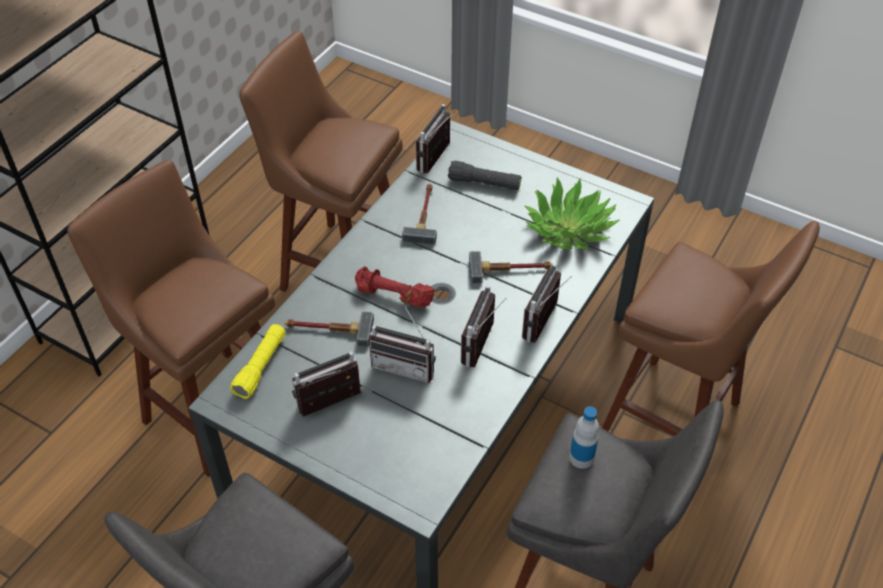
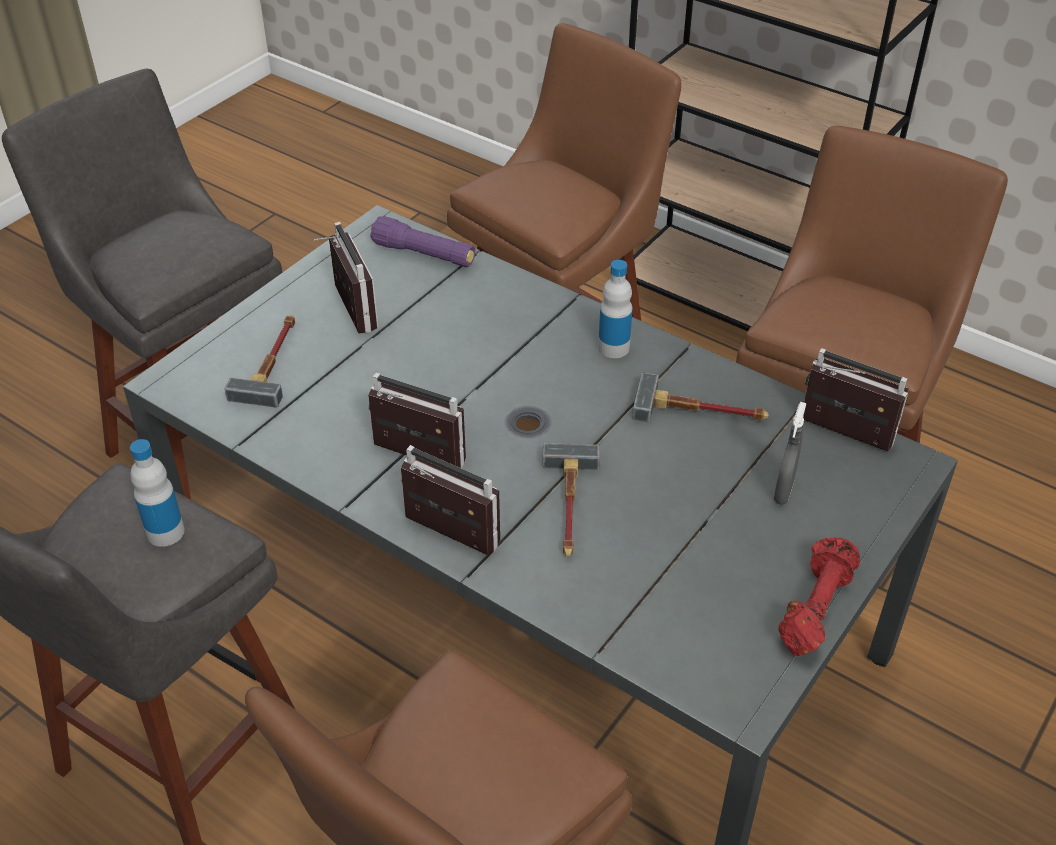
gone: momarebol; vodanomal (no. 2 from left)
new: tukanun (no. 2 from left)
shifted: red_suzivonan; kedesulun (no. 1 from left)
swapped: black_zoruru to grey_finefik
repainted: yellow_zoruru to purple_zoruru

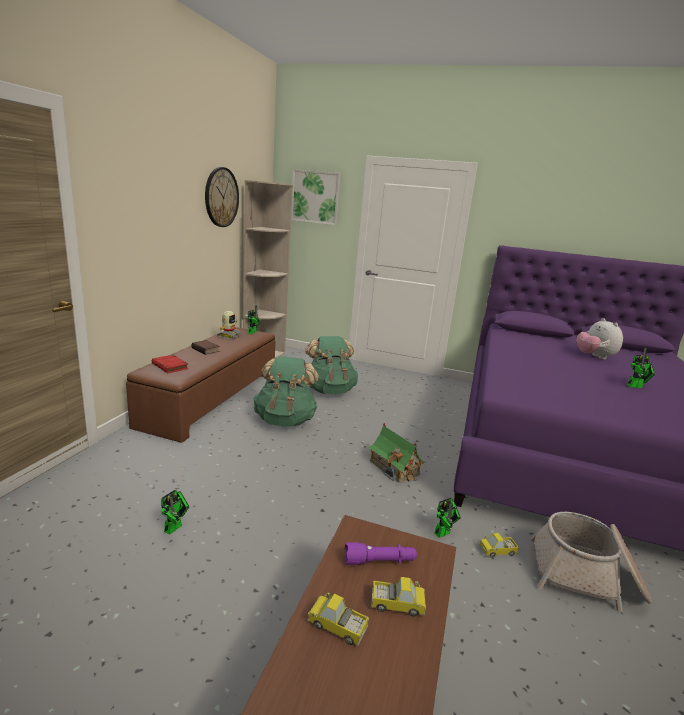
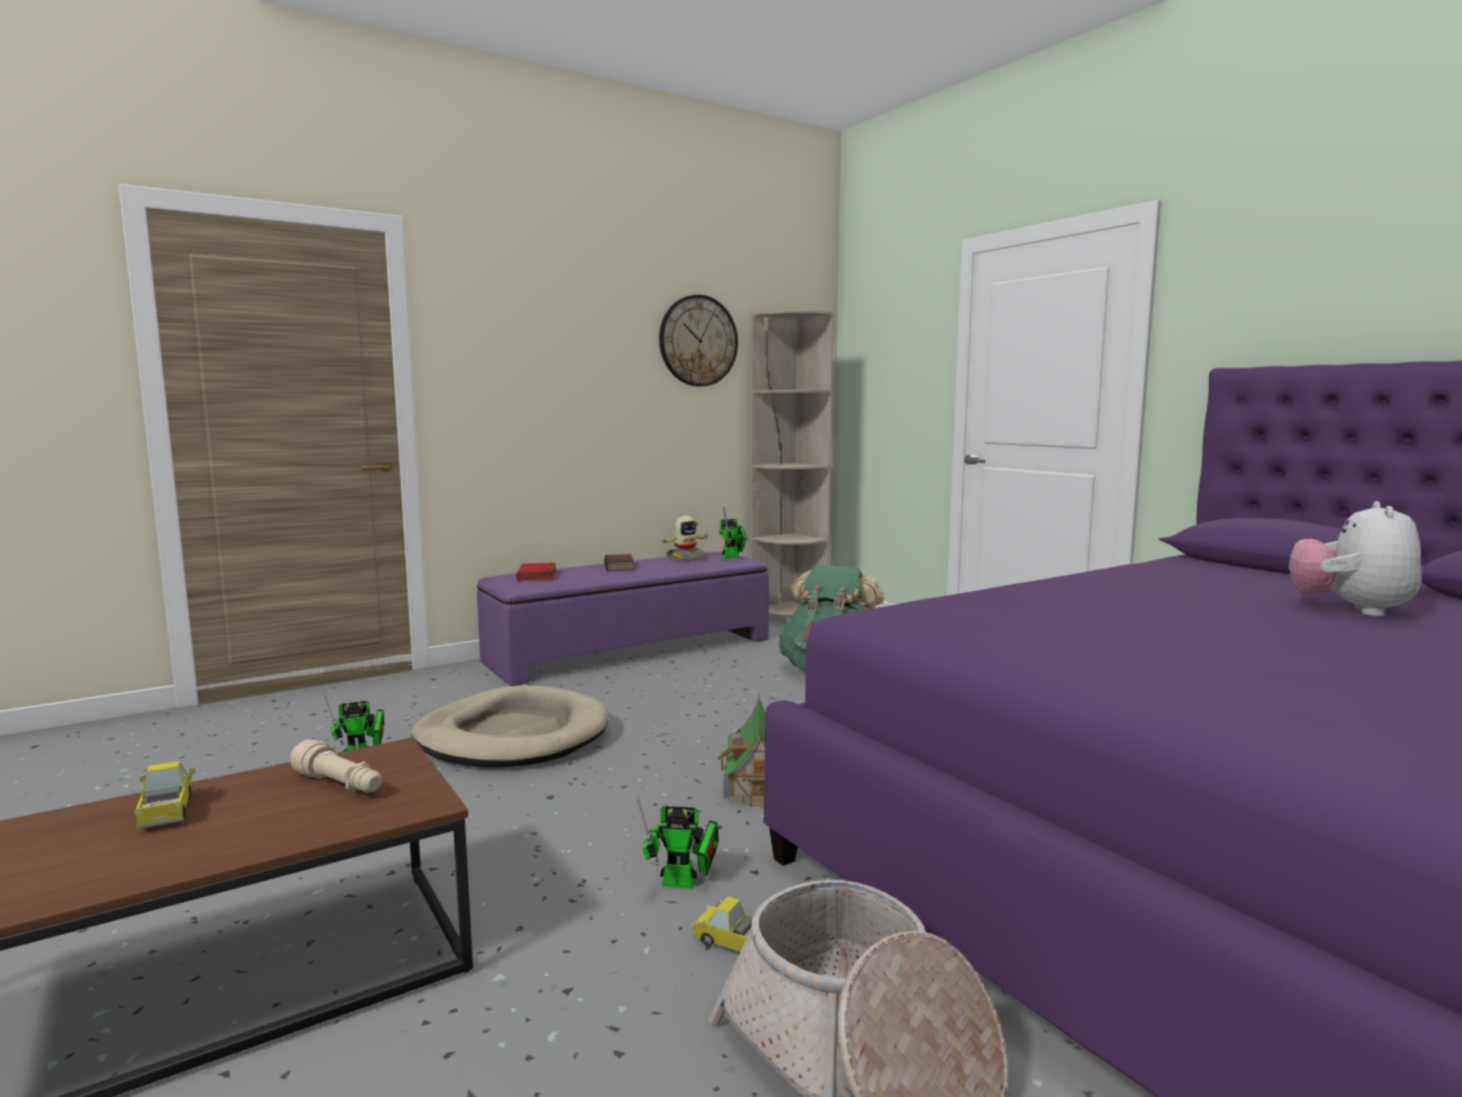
gone: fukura; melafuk (no. 5 from left); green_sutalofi (no. 1 from left); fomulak (no. 2 from left)
new: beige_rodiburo
repainted: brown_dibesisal to purple_dibesisal; purple_zoruru to beige_zoruru

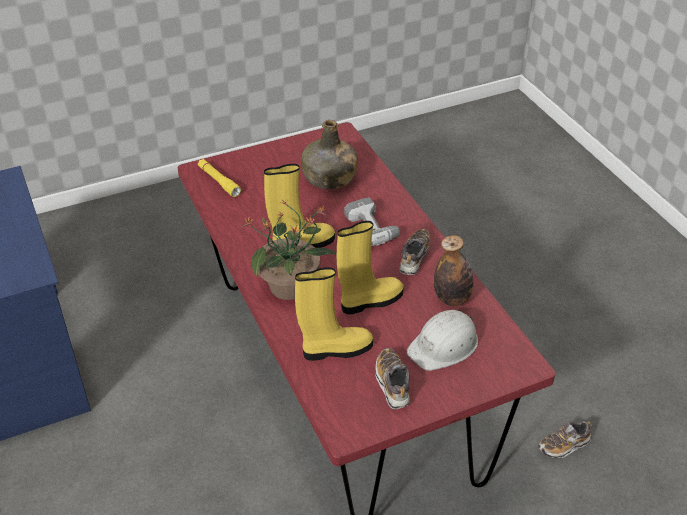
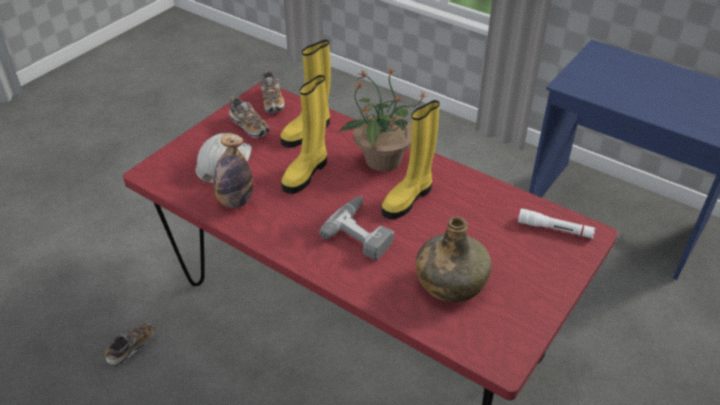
shifted: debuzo (no. 2 from left in the first image) to debuzo (no. 3 from left)
repainted: yellow_zoruru to white_zoruru

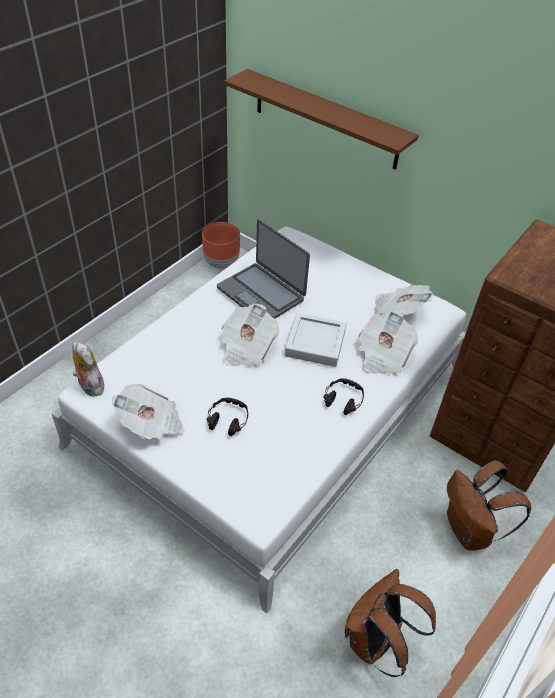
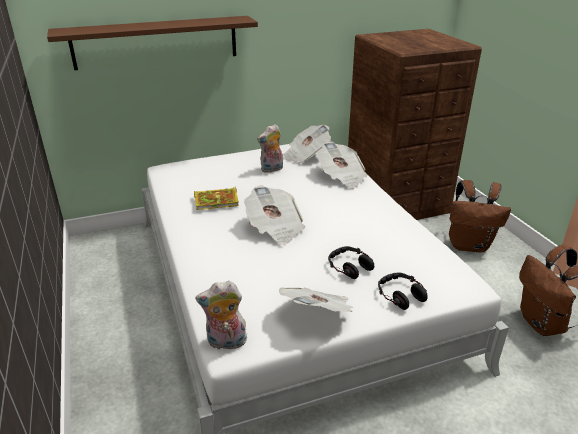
gone: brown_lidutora; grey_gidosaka
new: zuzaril (no. 2 from left)
shifted: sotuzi (no. 2 from left)
swapped: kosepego to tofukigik

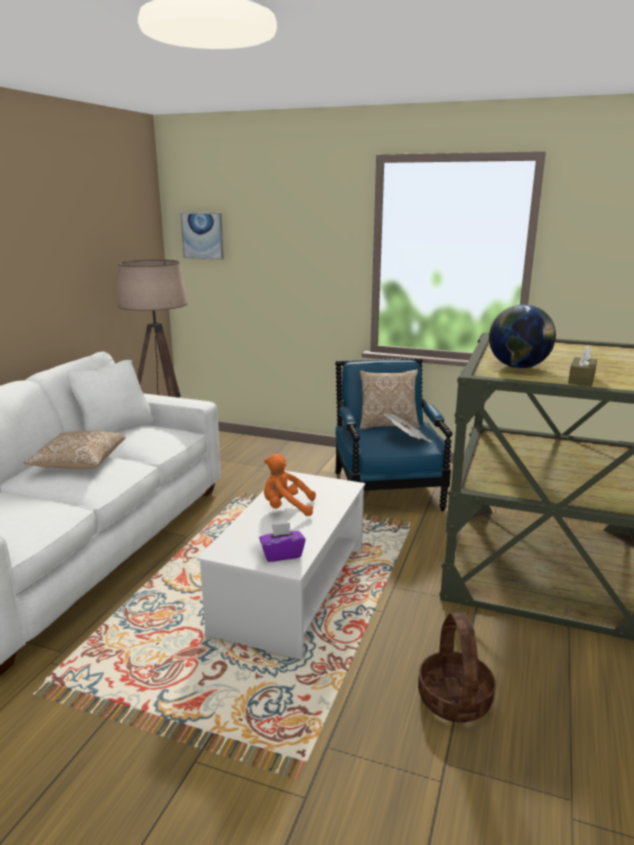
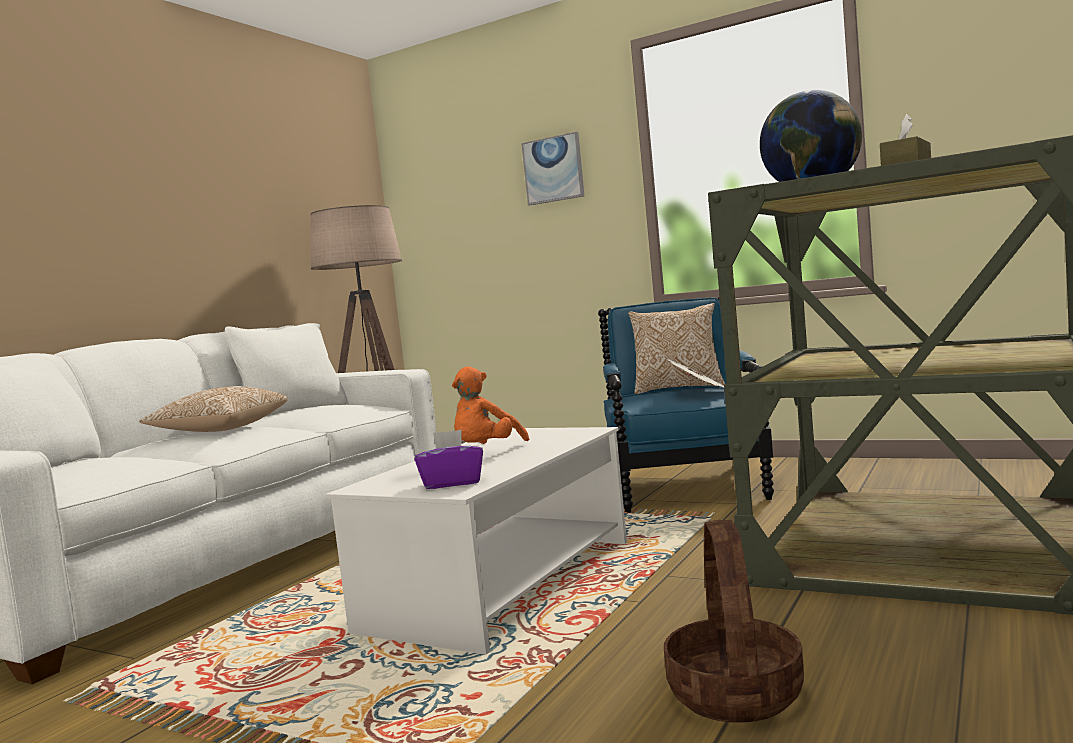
shifted: fukura
rotated: orange_zuzaril 75 degrees counterclockwise

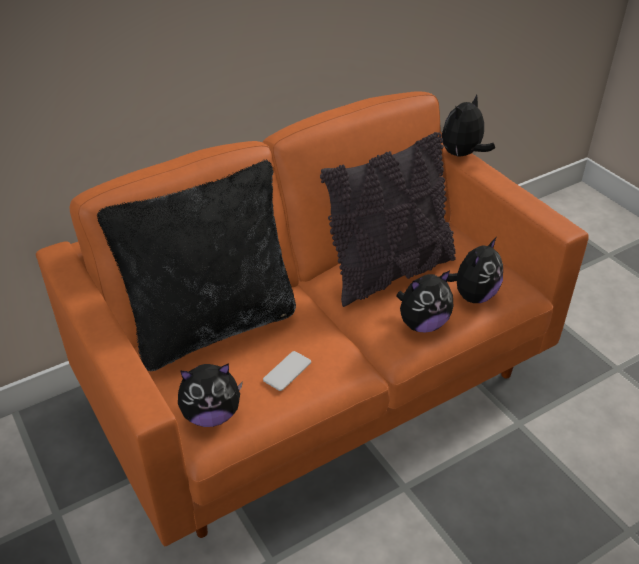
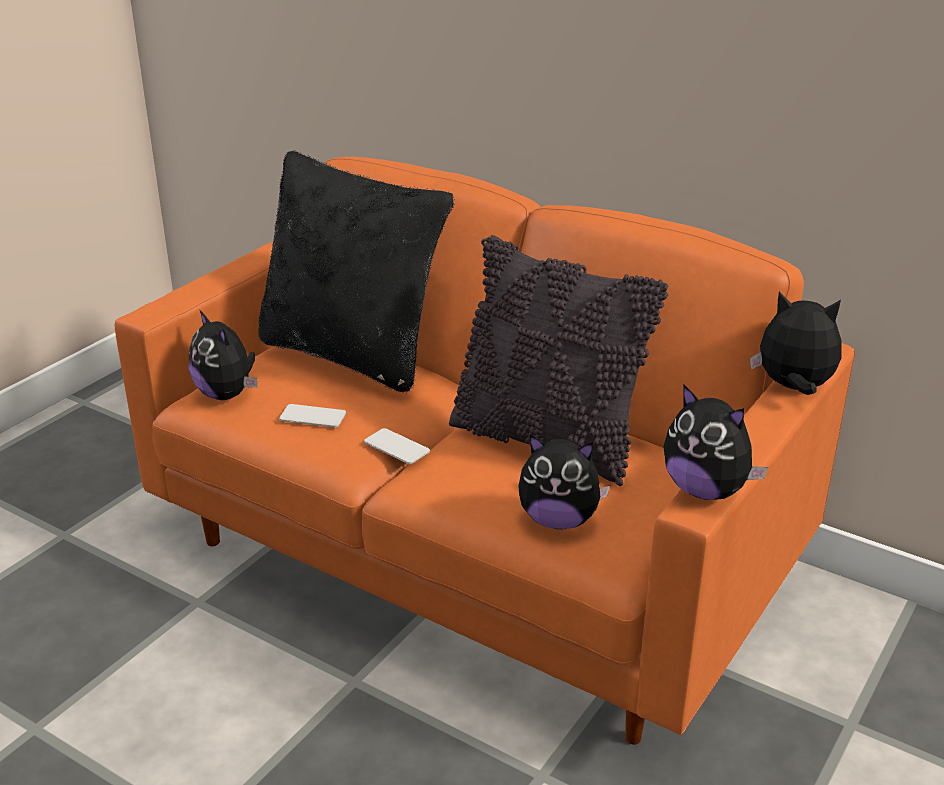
new: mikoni (no. 2 from left)
shifted: zuzaril (no. 2 from left in the first image) to zuzaril (no. 3 from left)

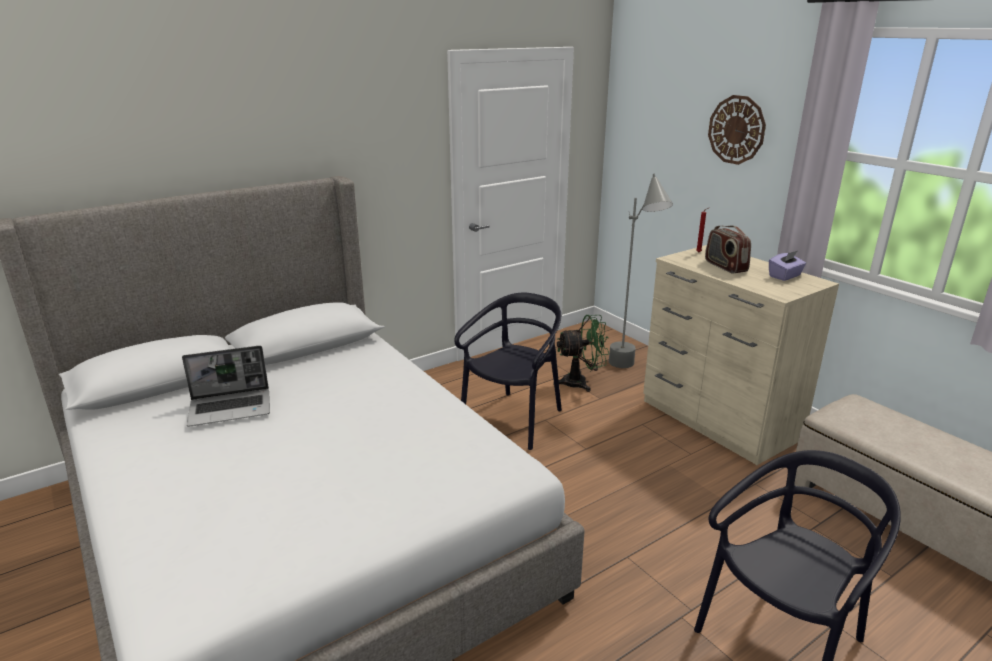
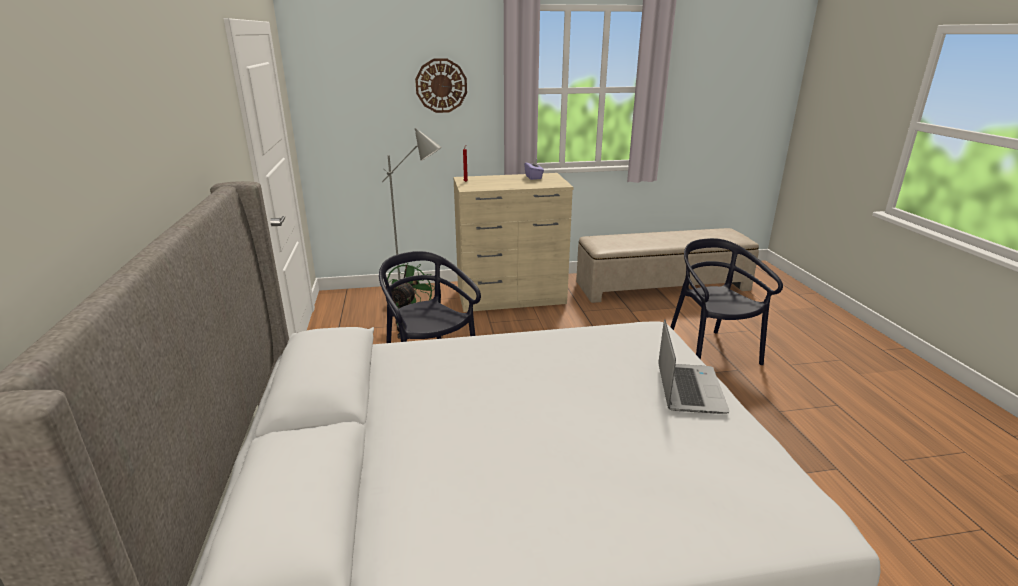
gone: vodanomal
shifted: kosepego

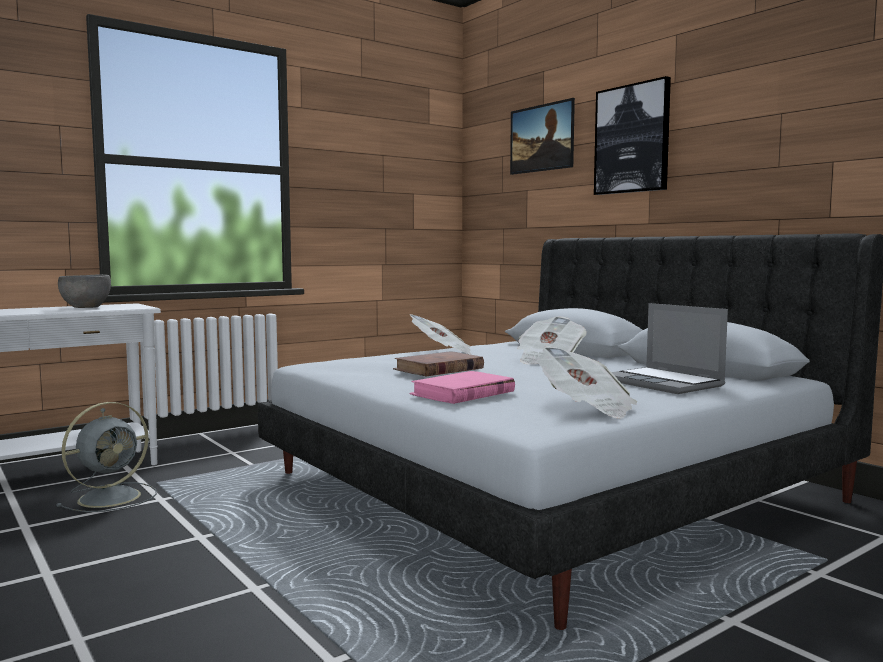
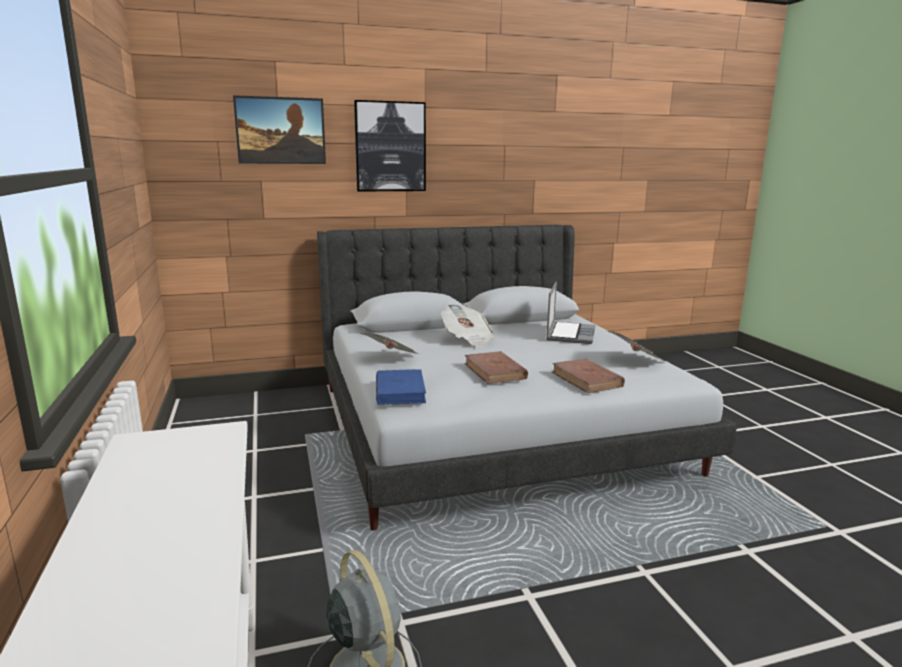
gone: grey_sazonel
new: blue_tofukigik
repainted: pink_tofukigik to brown_tofukigik (no. 2 from left)
rotated: kosepego 60 degrees counterclockwise

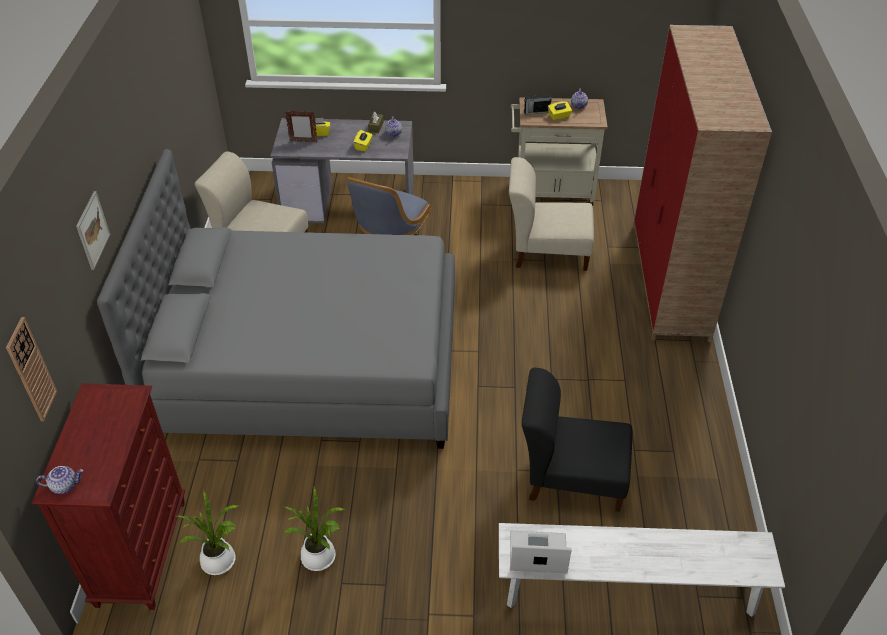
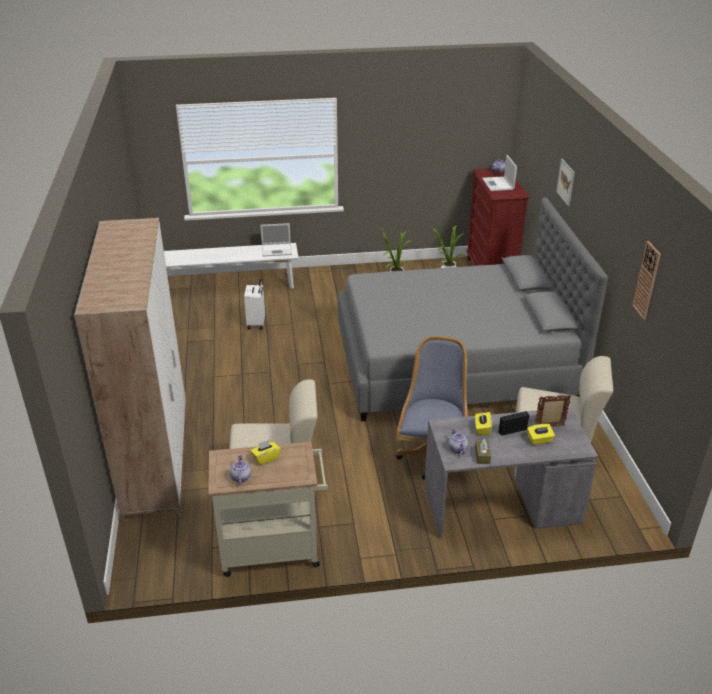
new: kosepego (no. 2 from left)
shifted: vodanomal; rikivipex
swapped: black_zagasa to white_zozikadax
repainted: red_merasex to white_merasex

